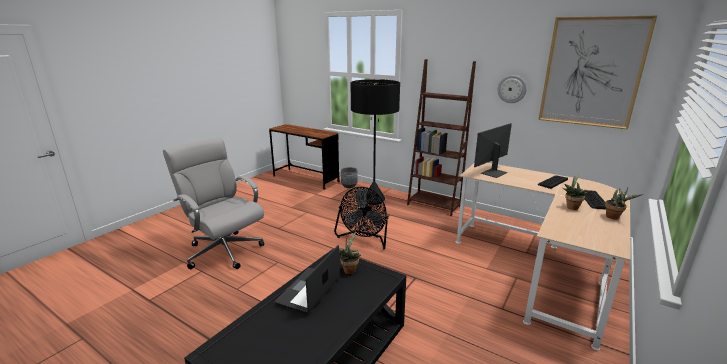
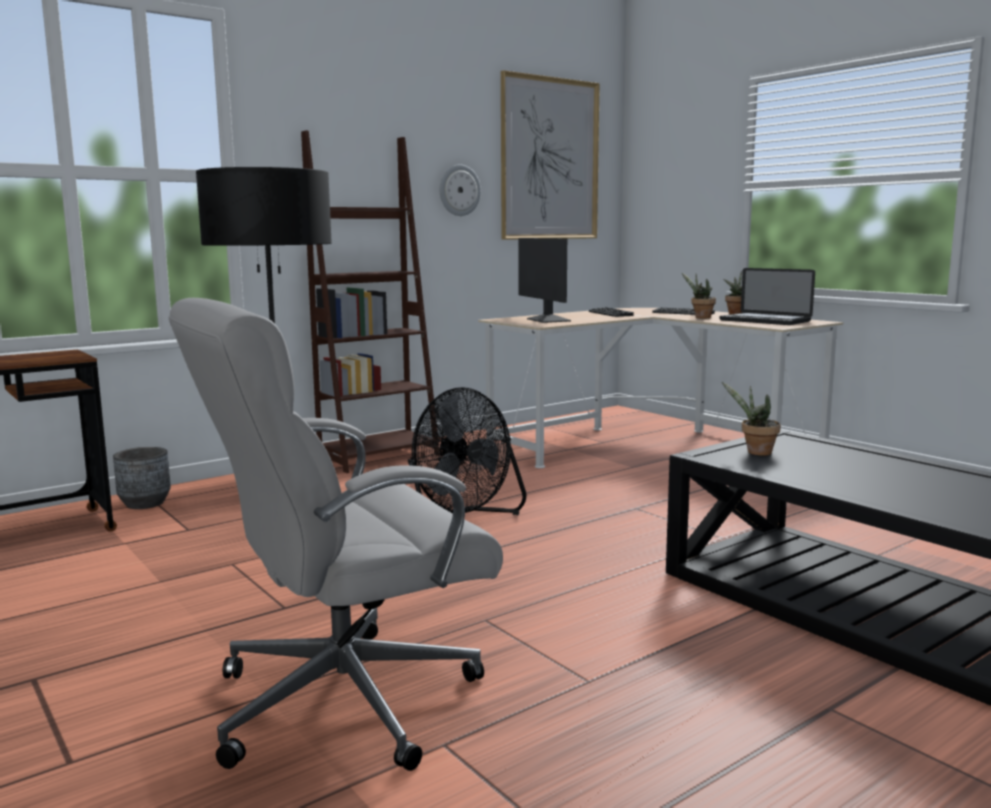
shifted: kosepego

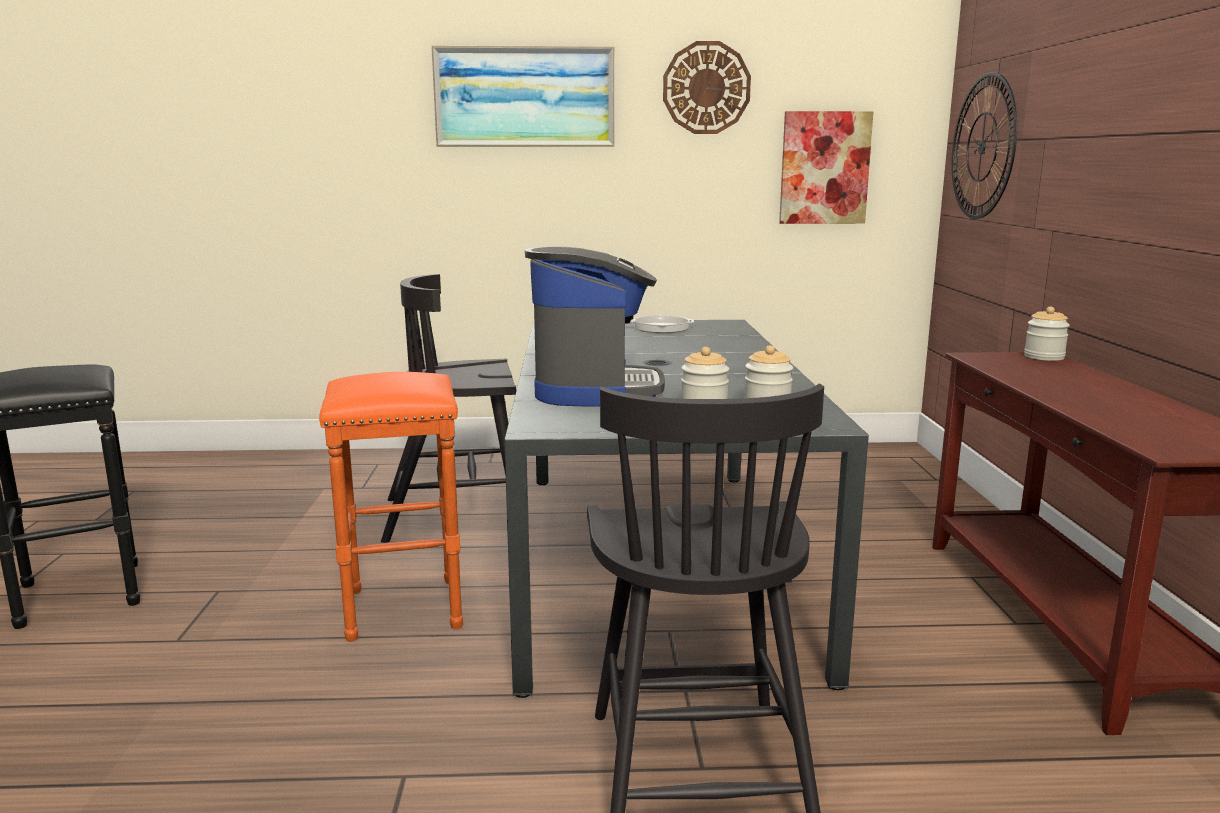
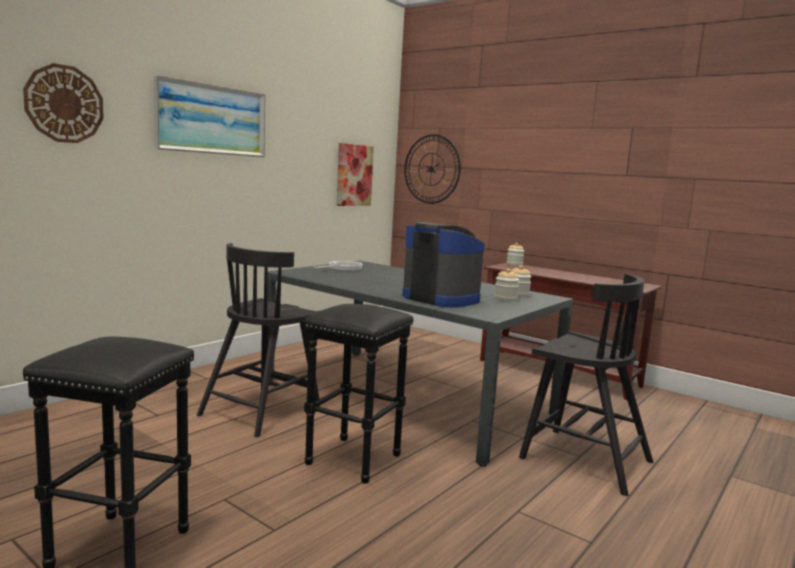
shifted: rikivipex (no. 1 from left)
repainted: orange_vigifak to black_vigifak (no. 2 from left)

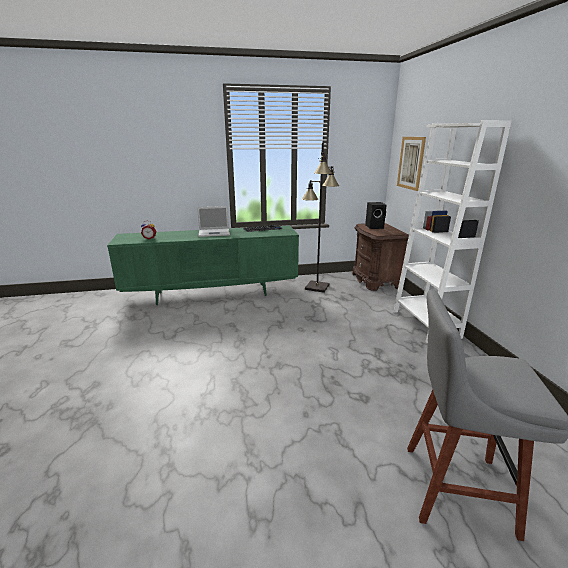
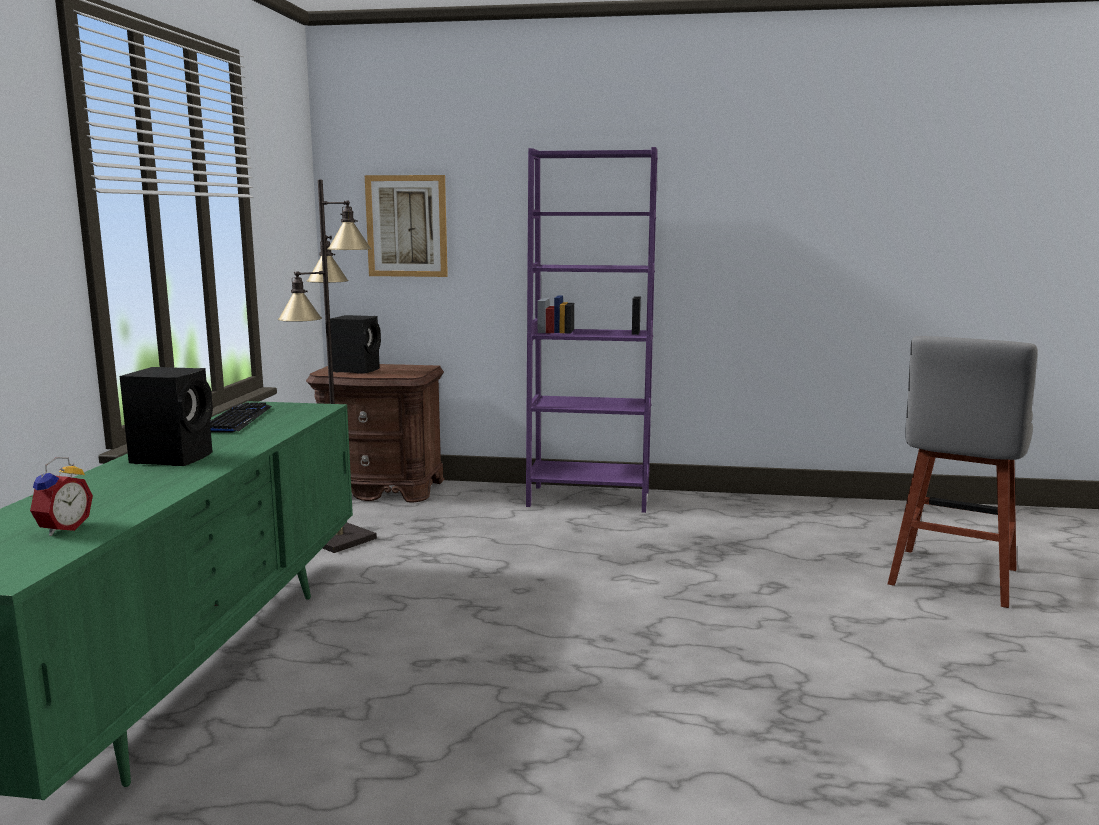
swapped: kosepego to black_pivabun (no. 1 from left)
repainted: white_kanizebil to purple_kanizebil

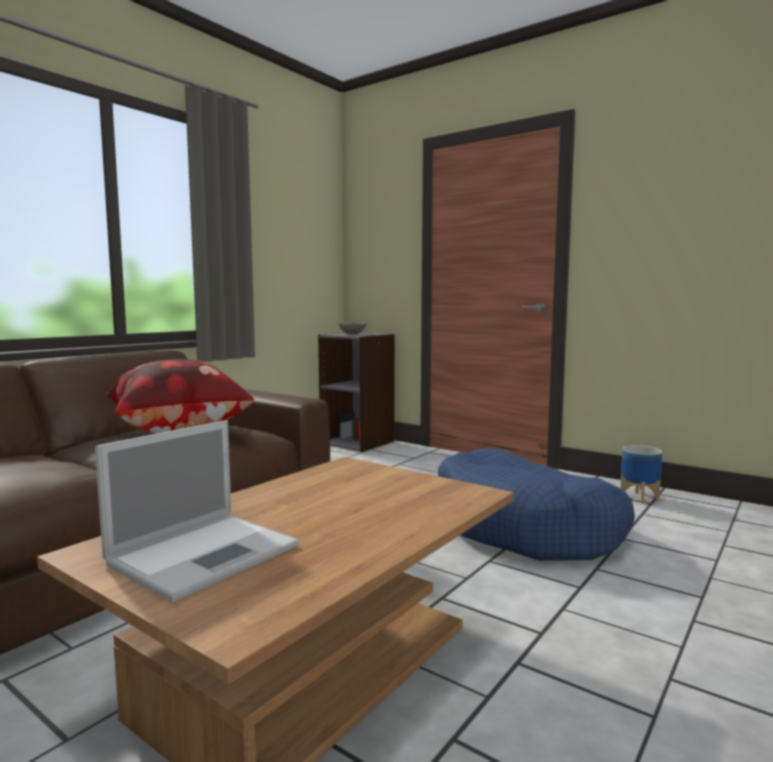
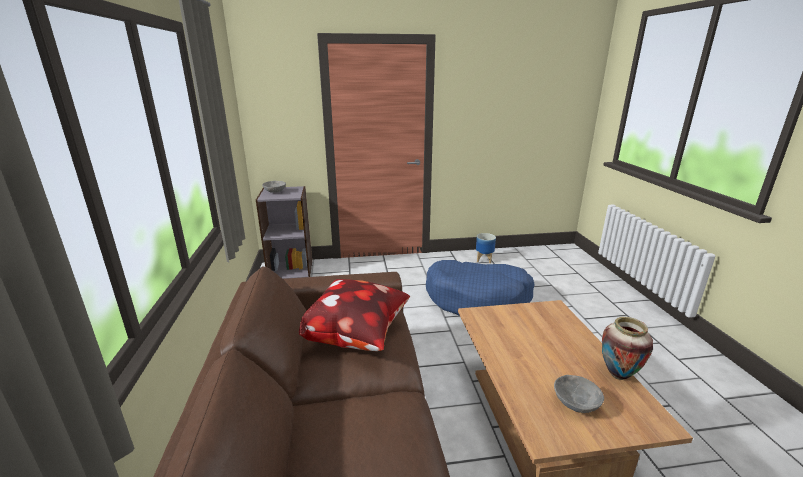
new: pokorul
swapped: kosepego to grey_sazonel (no. 2 from left)

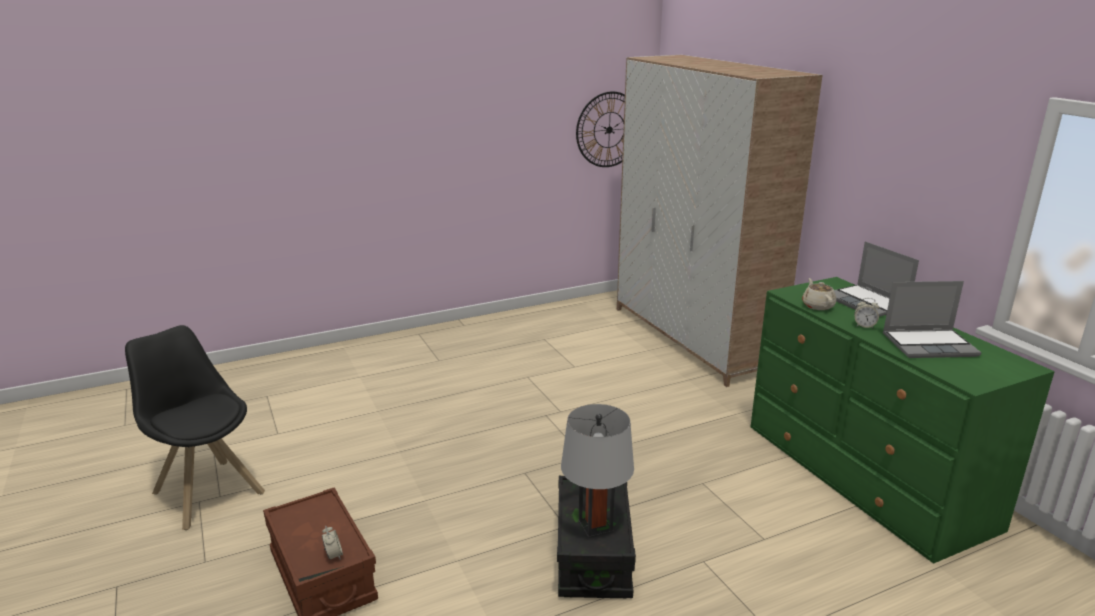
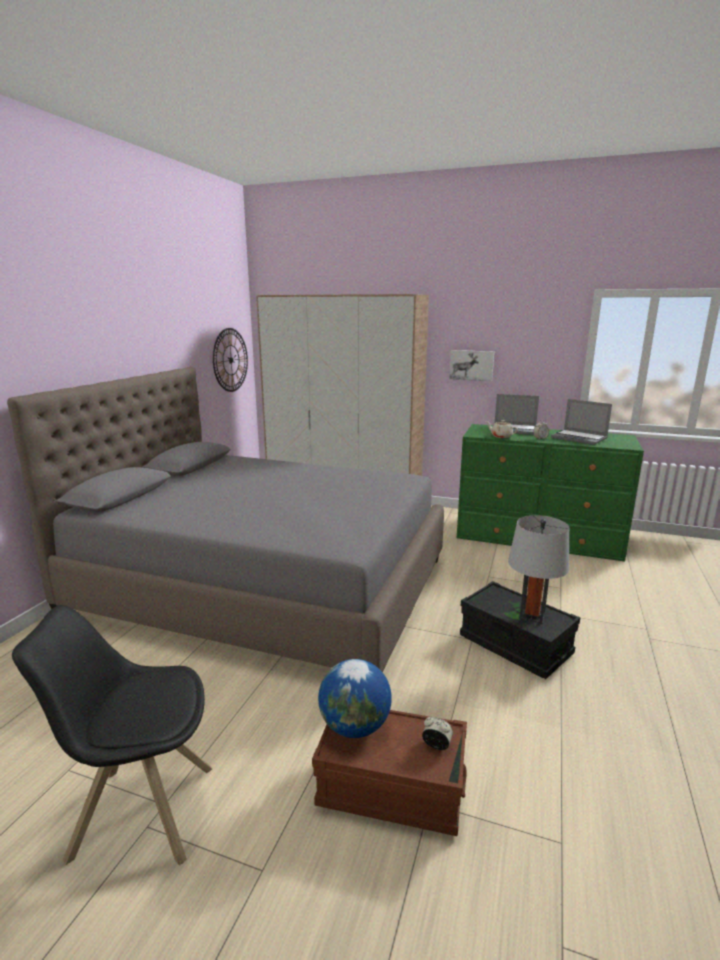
new: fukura; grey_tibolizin; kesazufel
rotated: kosepego (no. 2 from left) 90 degrees clockwise

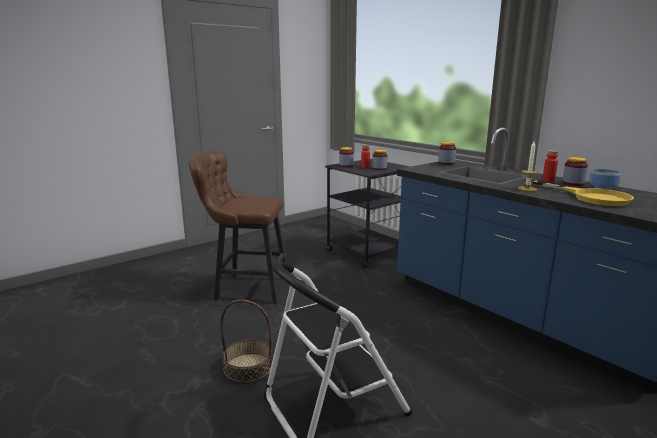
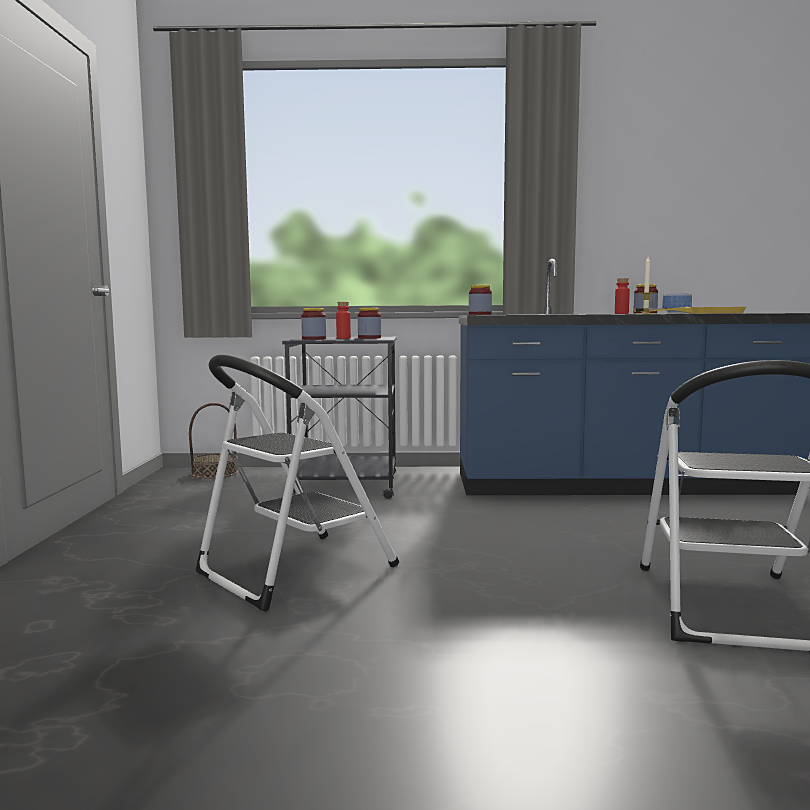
shifted: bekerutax
swapped: brown_vigifak to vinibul (no. 1 from left)

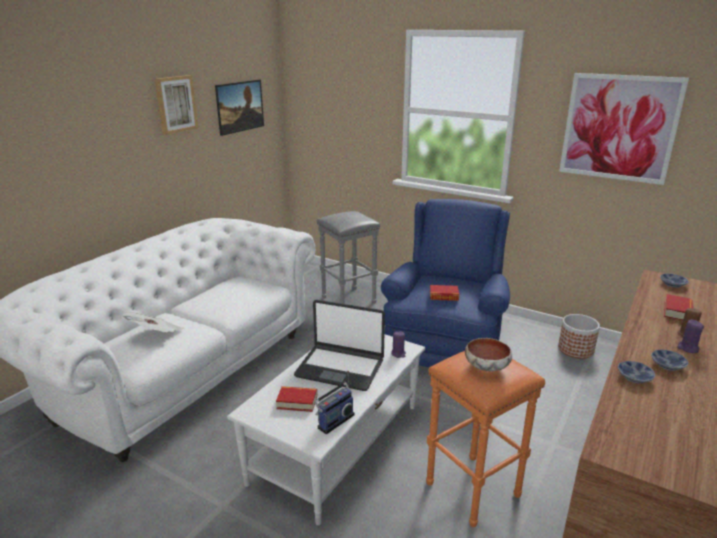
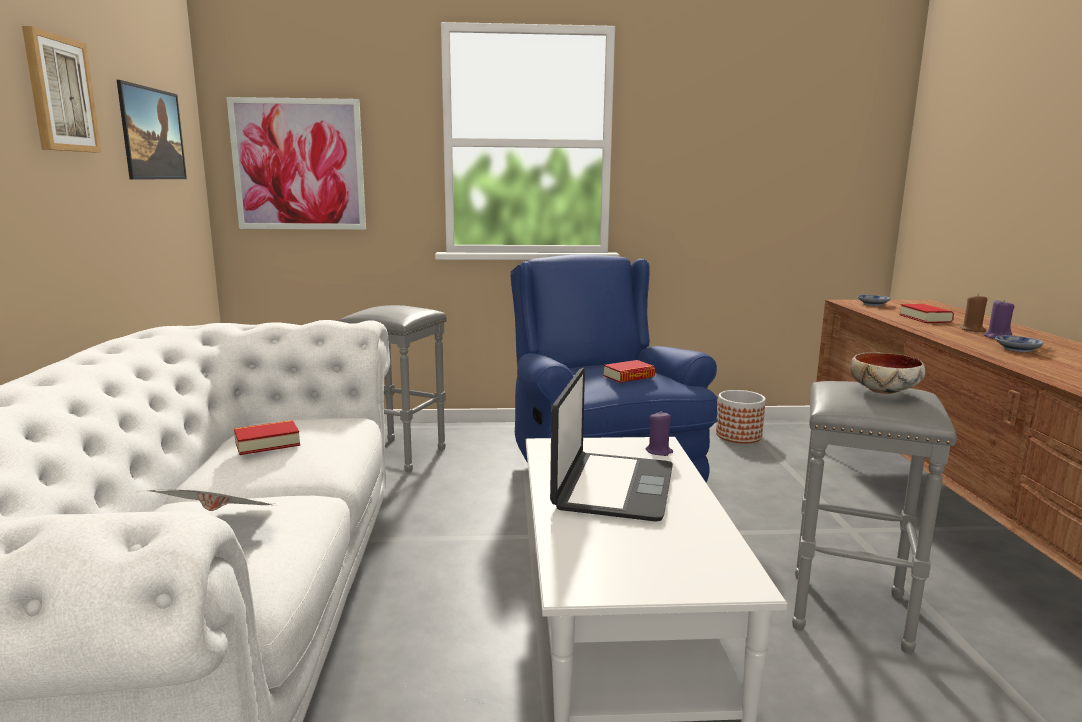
gone: sazonel (no. 2 from left); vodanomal
shifted: fukura (no. 3 from left); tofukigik (no. 1 from left)
repainted: orange_vigifak to grey_vigifak (no. 2 from left)
rotated: kosepego 60 degrees counterclockwise

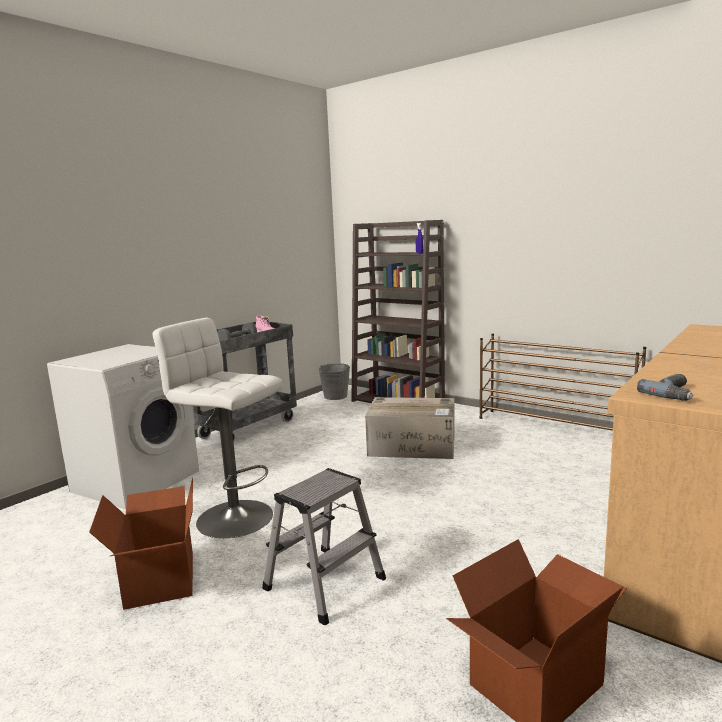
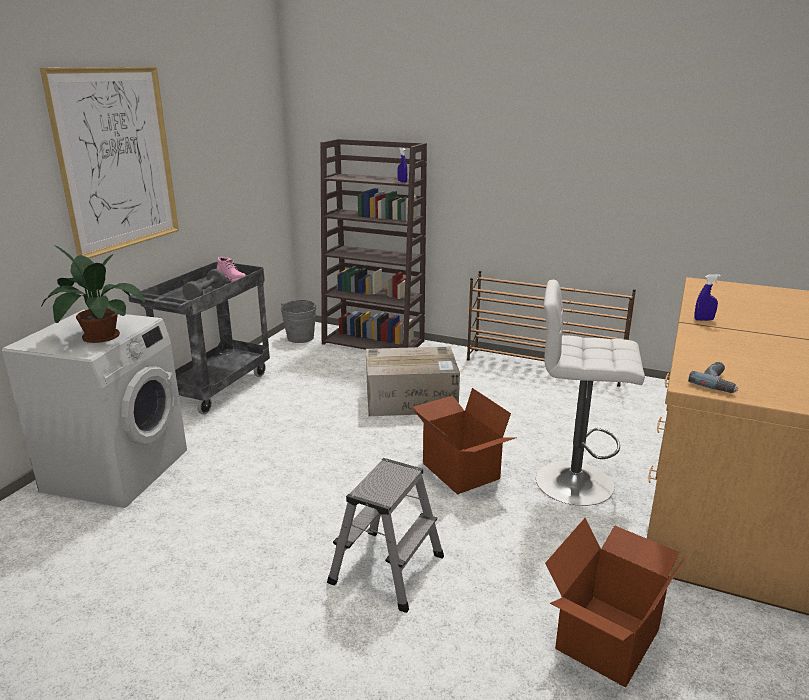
new: fukura; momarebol; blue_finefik (no. 2 from left)
shifted: white_vigifak; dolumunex (no. 1 from left in the first image) to dolumunex (no. 2 from left)

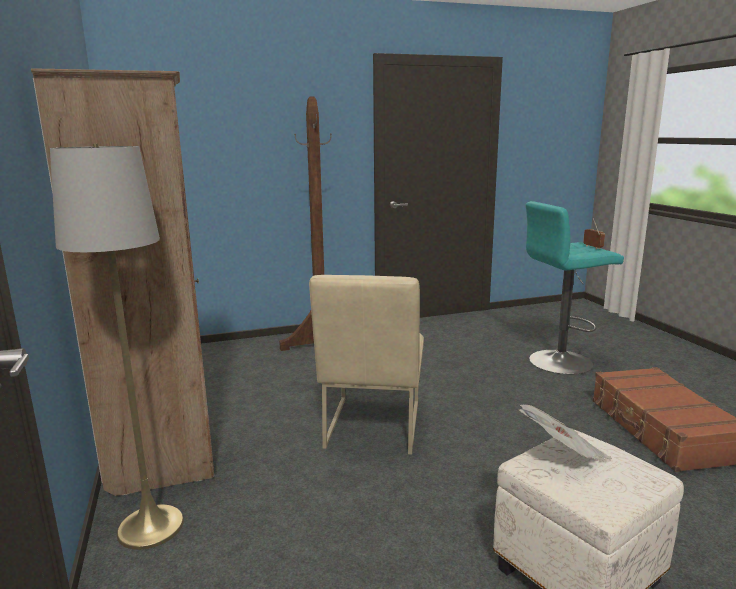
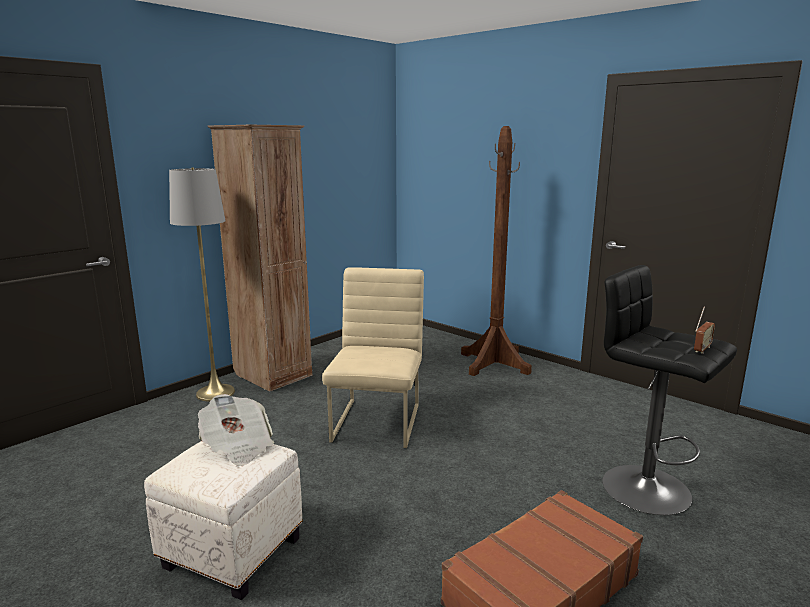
repainted: turquoise_vigifak to black_vigifak
rotated: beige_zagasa 120 degrees clockwise

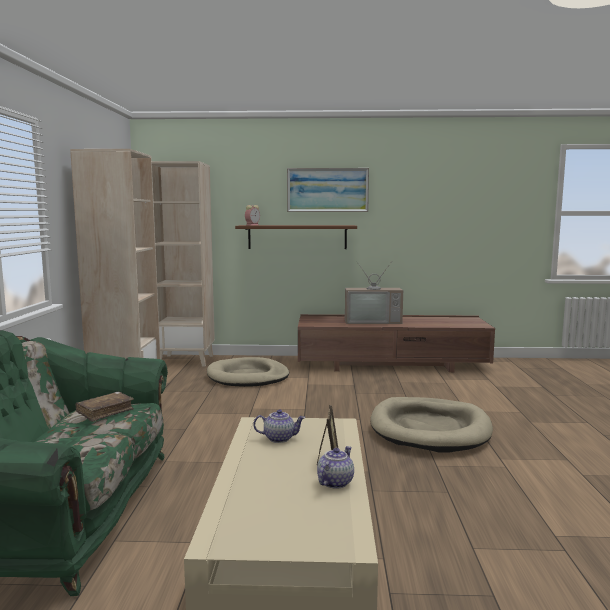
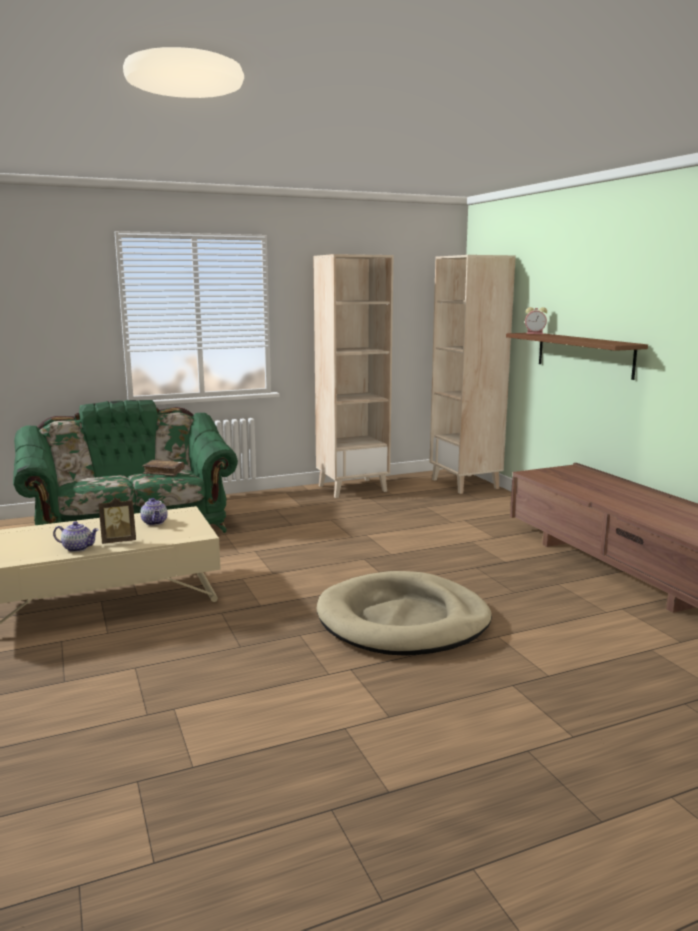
gone: fukura; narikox; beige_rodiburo (no. 1 from left)

